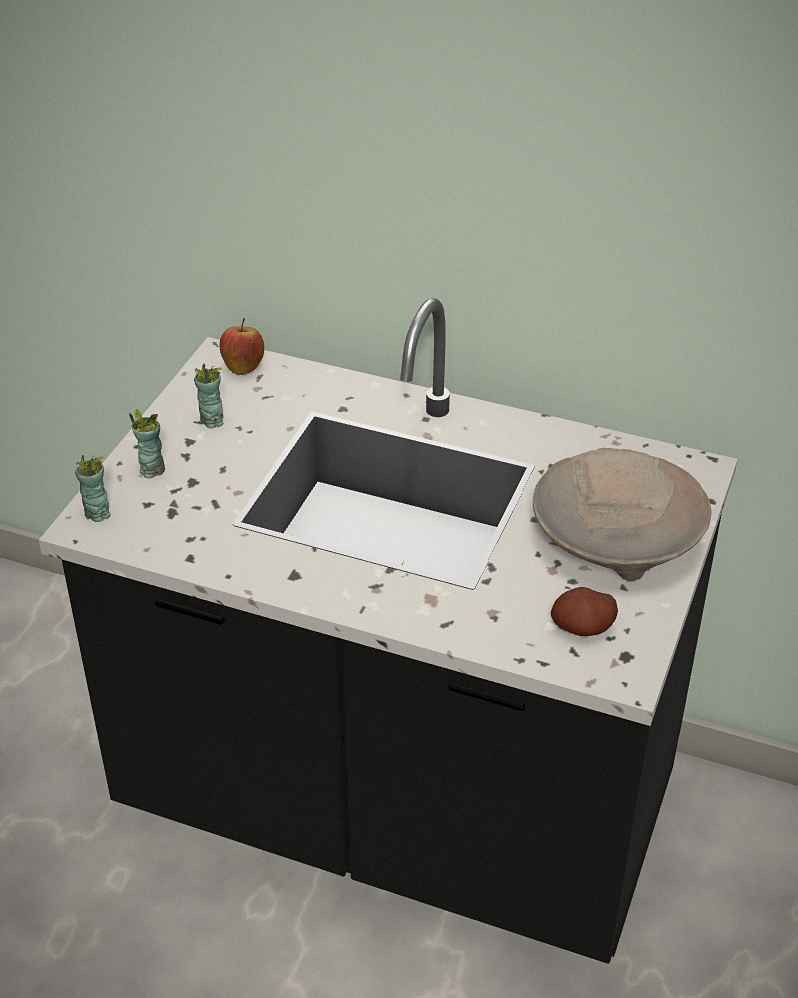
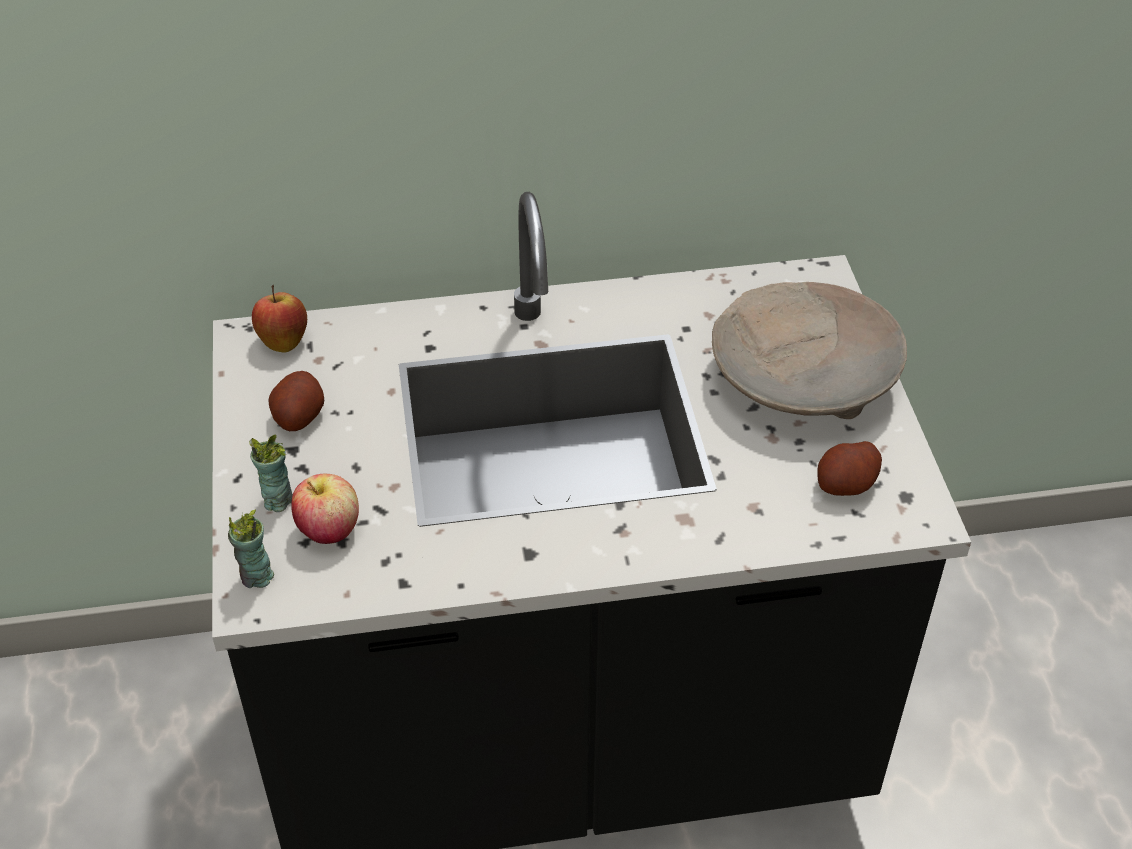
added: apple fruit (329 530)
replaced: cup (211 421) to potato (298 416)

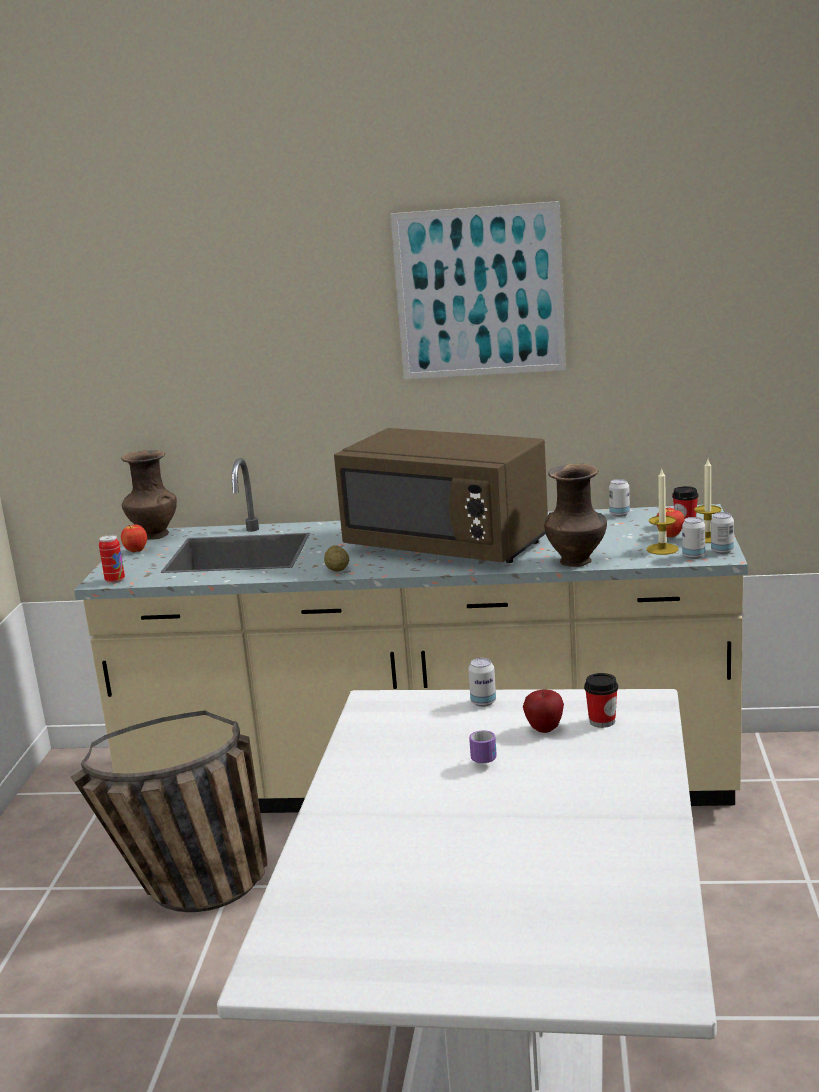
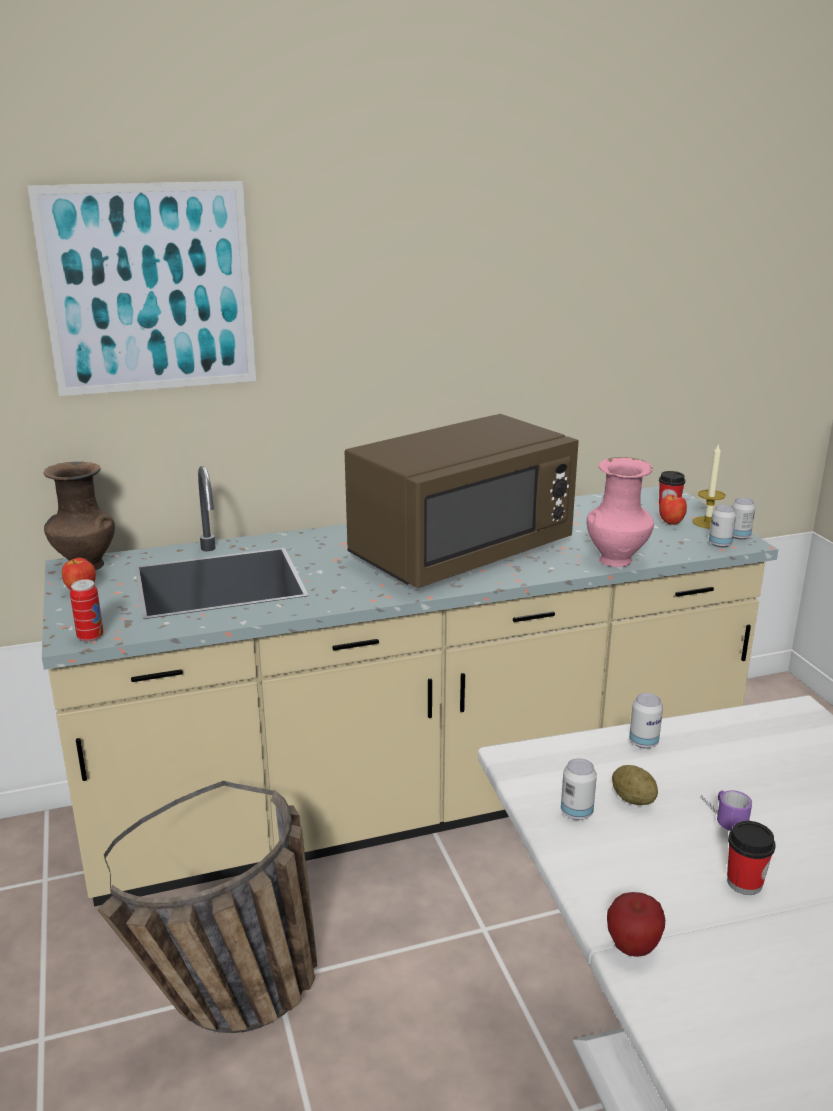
removed: wax candle (662 549)
moved: wall art (479 292) to (149 289); metal can (619 514) to (576 812); apple fruit (544 729) to (632 947); potato (337 570) to (633 799); cup (602 721) to (744 883)
recoloured: vase/brown (577 561) to vase/pink (617 560)
turned: microwave oven/brown (447 546) = (461 552) 45 degrees counterclockwise

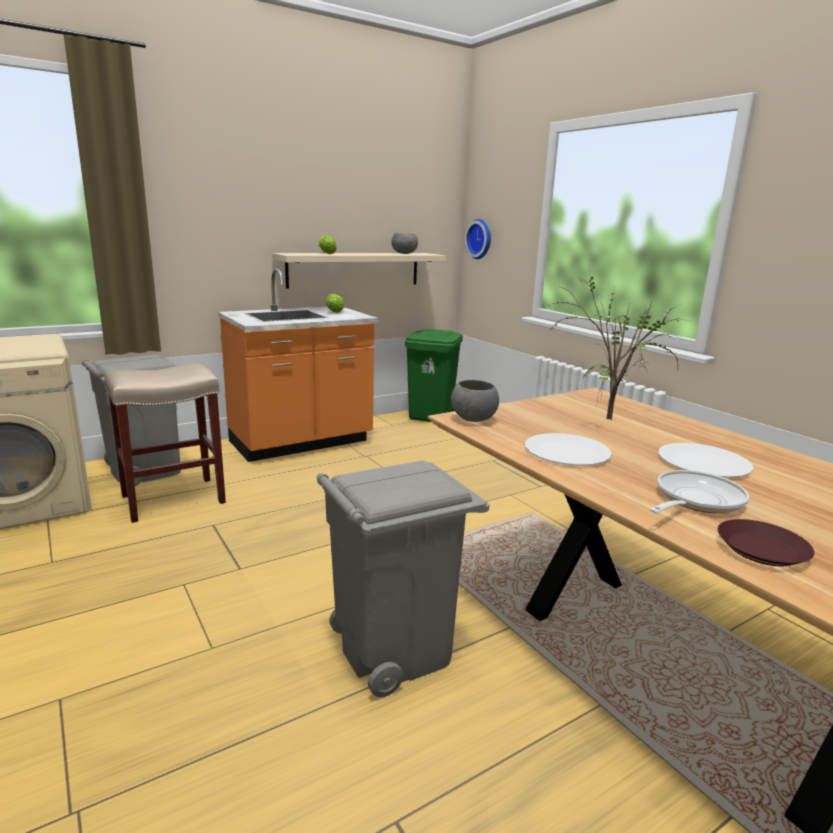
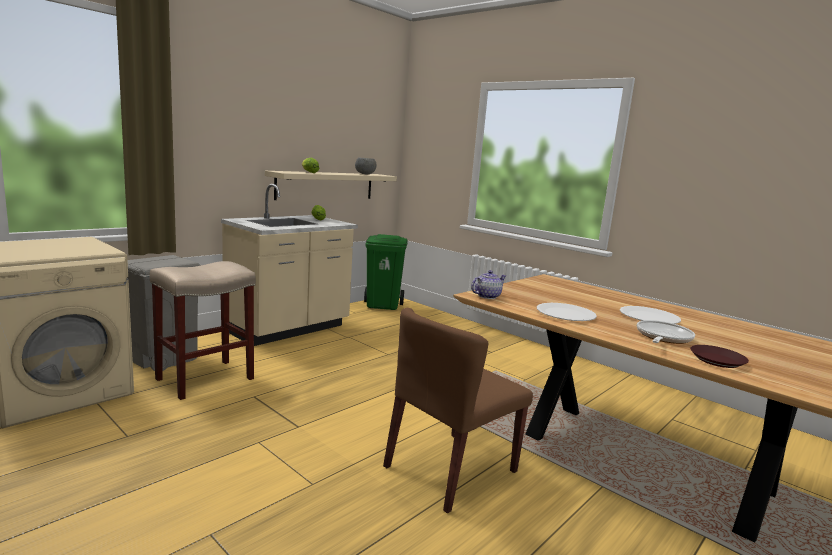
removed: clock on the wall (480 239); houseplant (603 418)
replaced: waste bin/grey (394 649) to plain chair/brown (450 469); serving bowl/grey (473 420) to pot for tea (486 296)
recoloured: kitchen base unit/orangey (301 443) to kitchen base unit/beige (289 329)

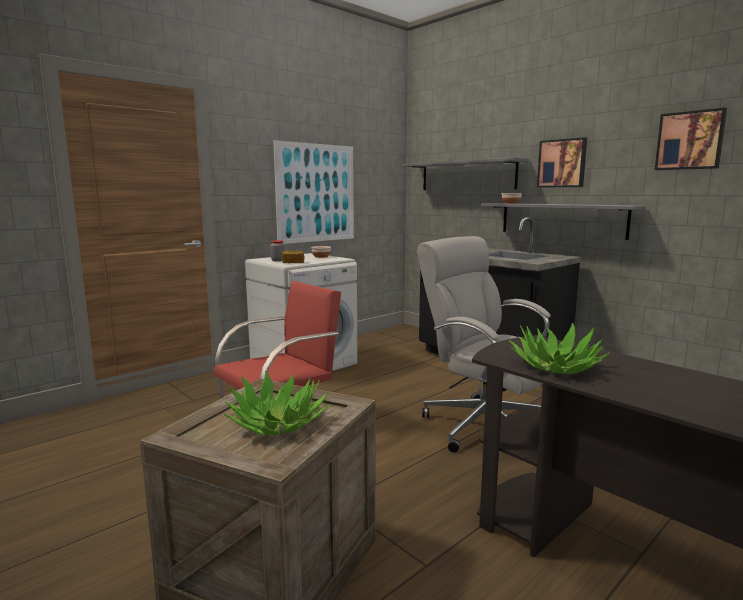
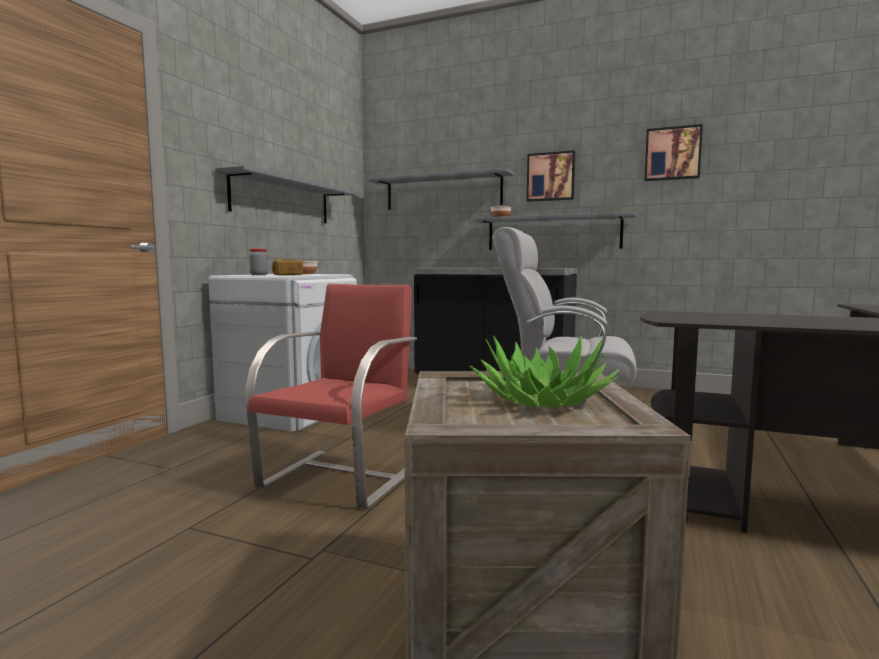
removed: houseplant (556 366)
replaced: wall art (316 193) to bracket shelf/grey (282 200)

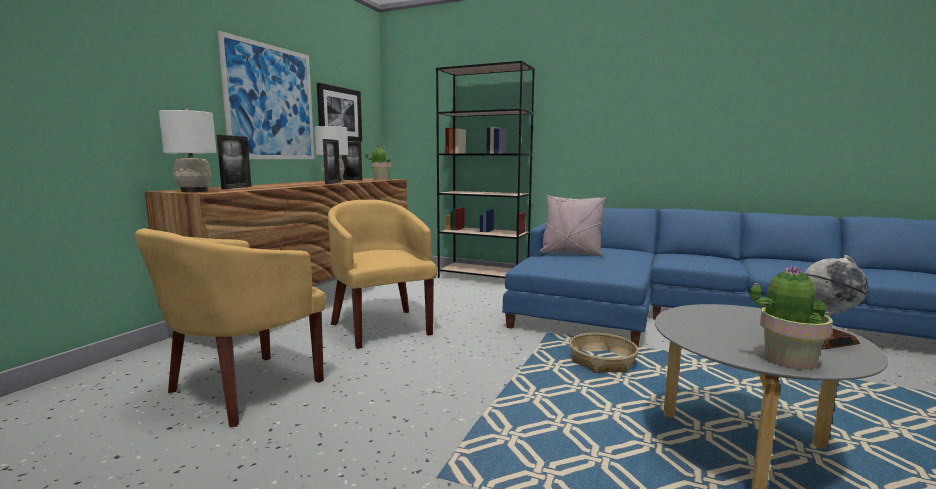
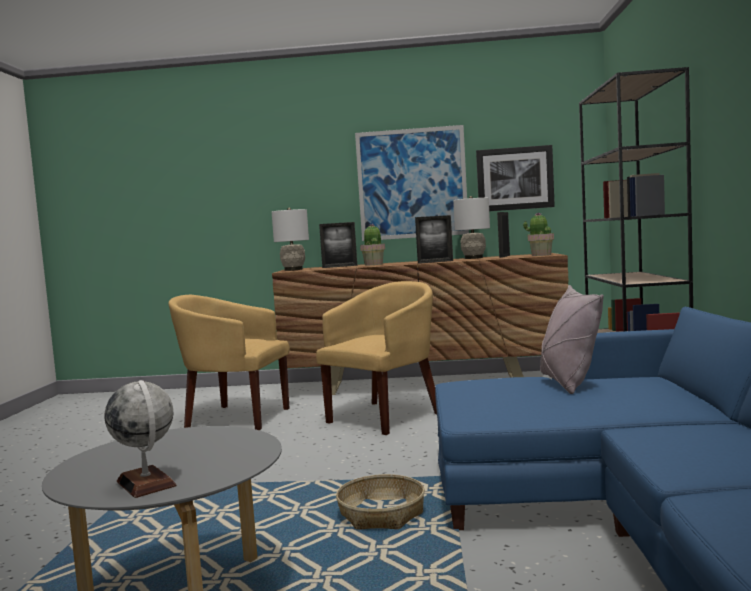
moved: houseplant (788 360) to (373 264)

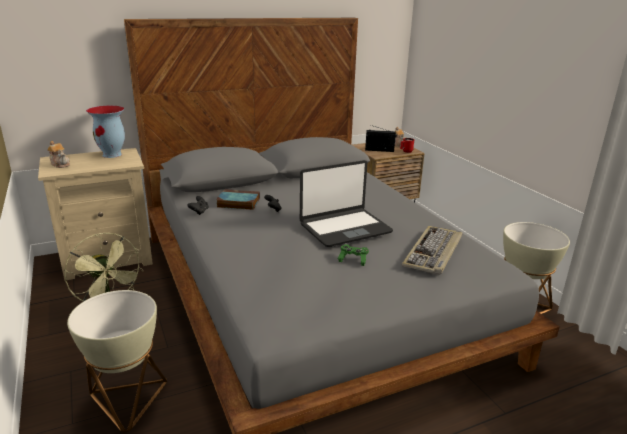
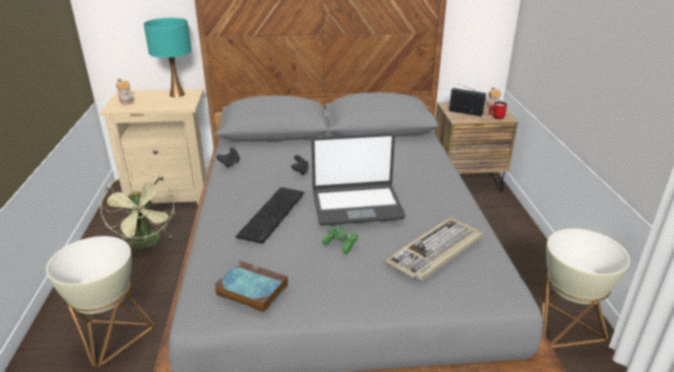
added: computer keyboard (274 213)
moved: bound book (237 203) to (250 290)
replaced: vase (112 155) to table lamp/turquoise (177 94)

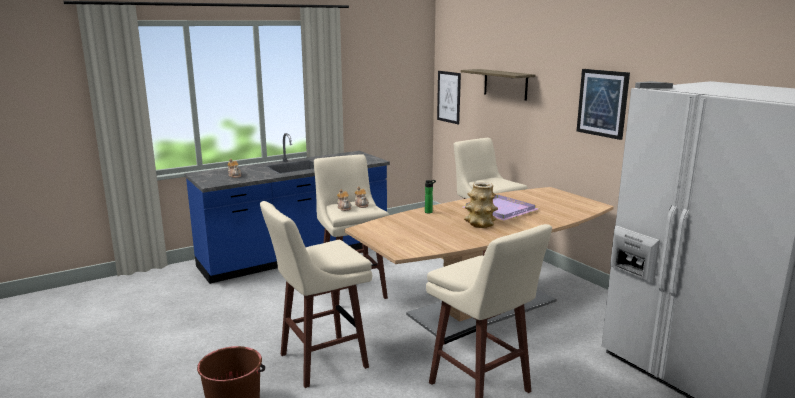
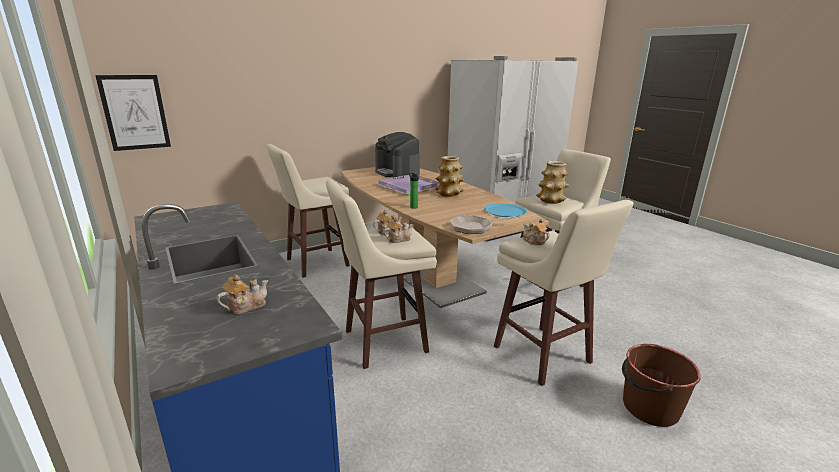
removed: bracket shelf (505 84); wall art (602 103)
added: coffee machine (397 172); skillet (474 228); dinner plate/bluish (505 211); pot for tea (533 241); vase (551 200)

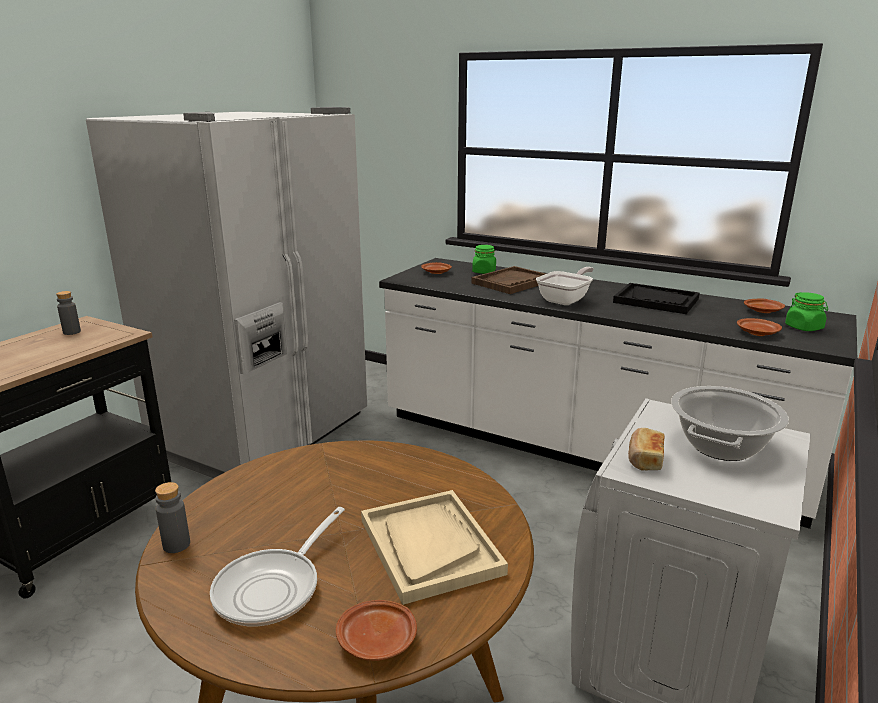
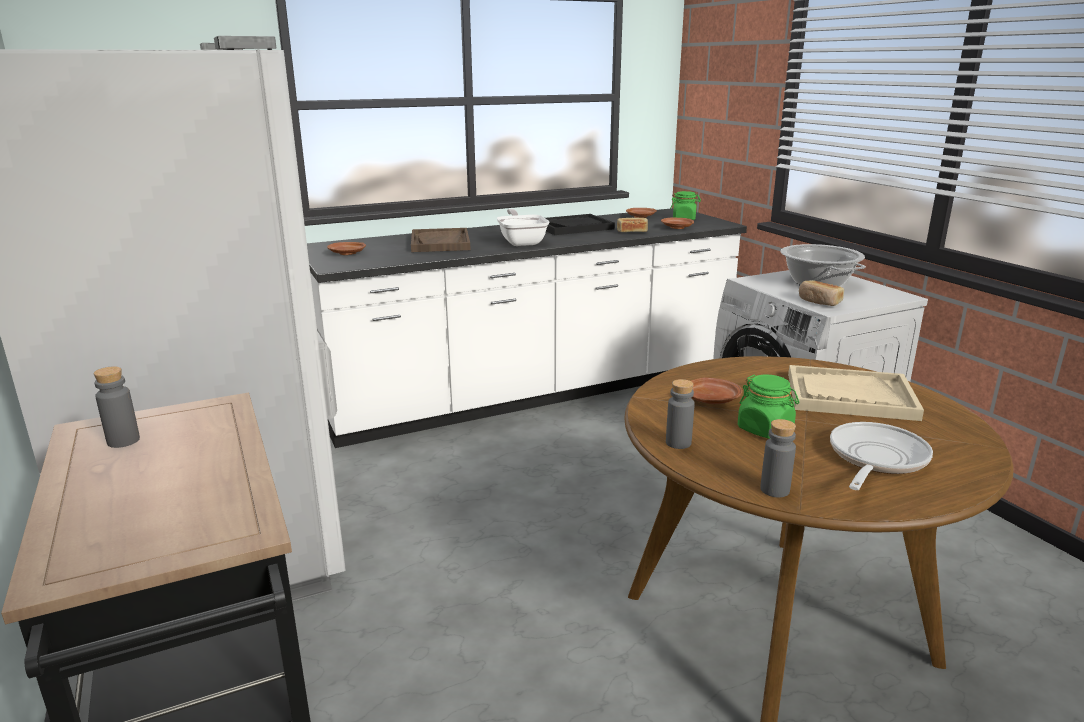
added: bread (632 232); drink bottle/grey (678 443)
moved: dinner plate/brown (378 641) to (711 400); jar/green-coloured (484 272) to (765 429)
turned: skillet (274 588) = (875 459) 120 degrees counterclockwise

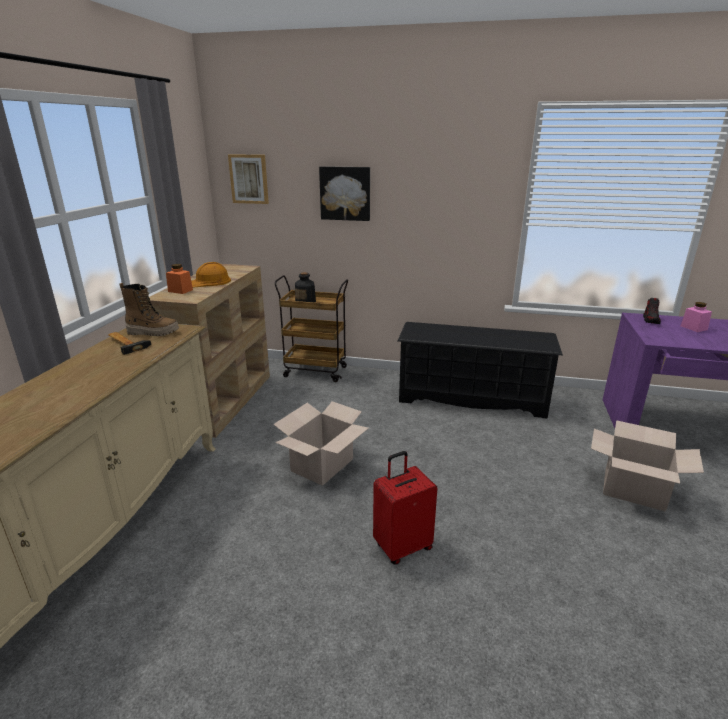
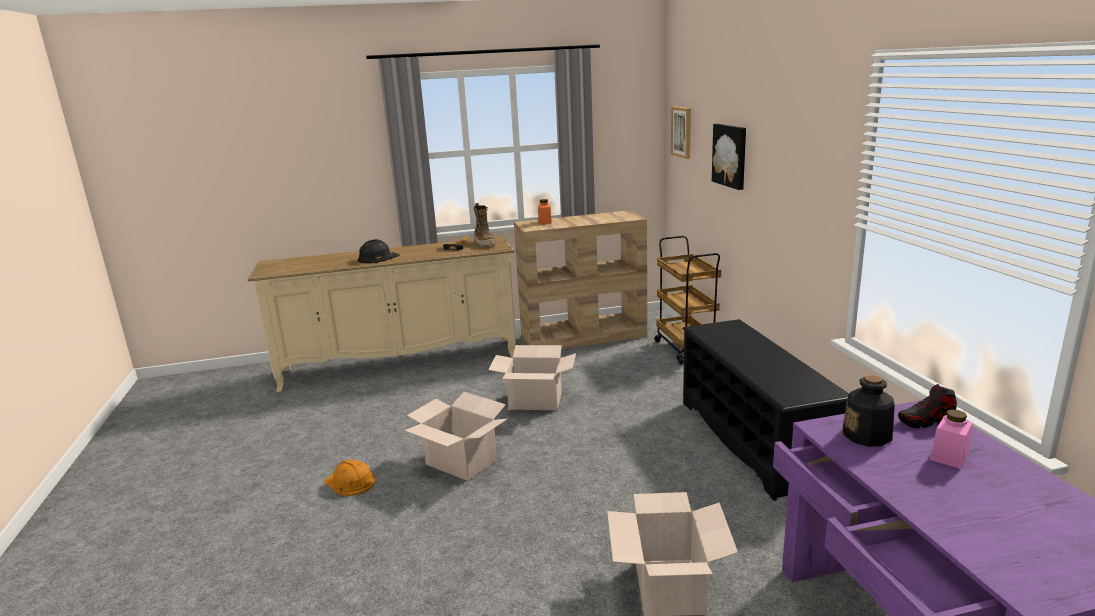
added: safety helmet/blackish (377 258)
moved: safety helmet/orangey (210 282) to (350 482); drink bottle (305 301) to (867 435)
replaced: piece of luggage/reddish (402 546) to carton (462 461)

